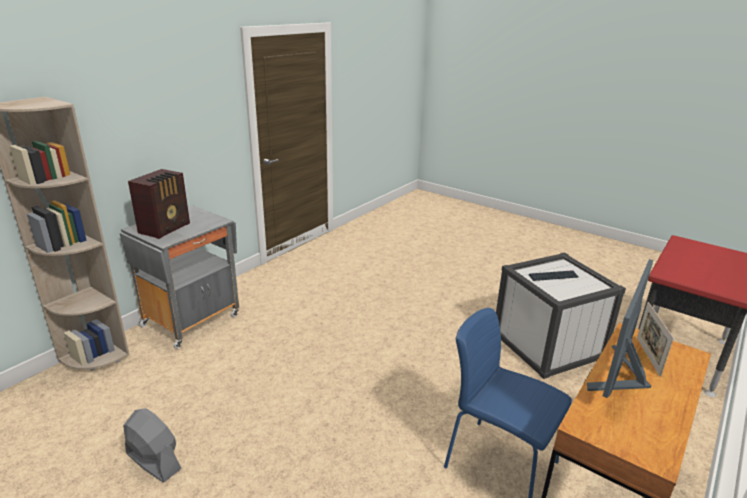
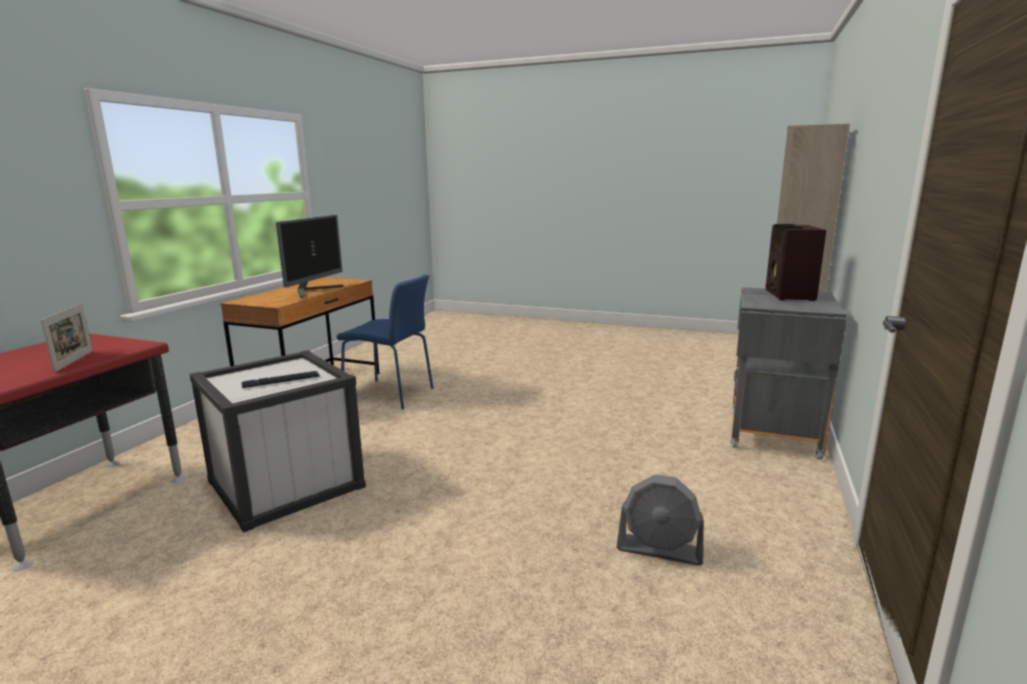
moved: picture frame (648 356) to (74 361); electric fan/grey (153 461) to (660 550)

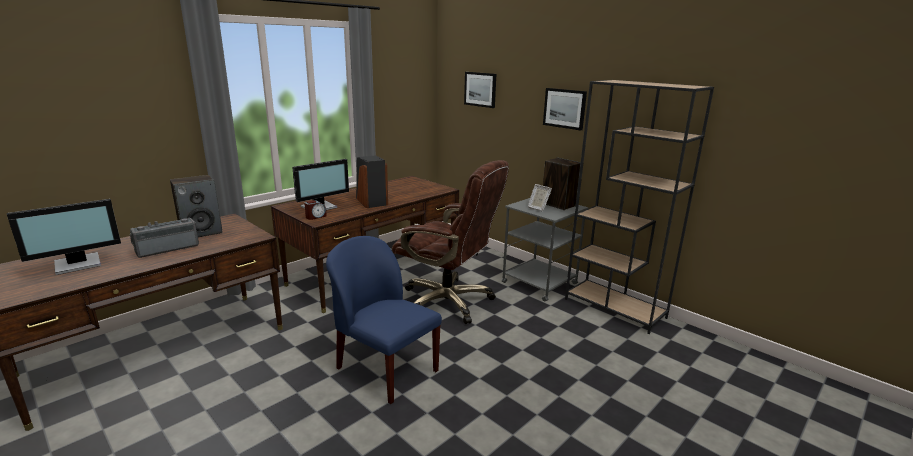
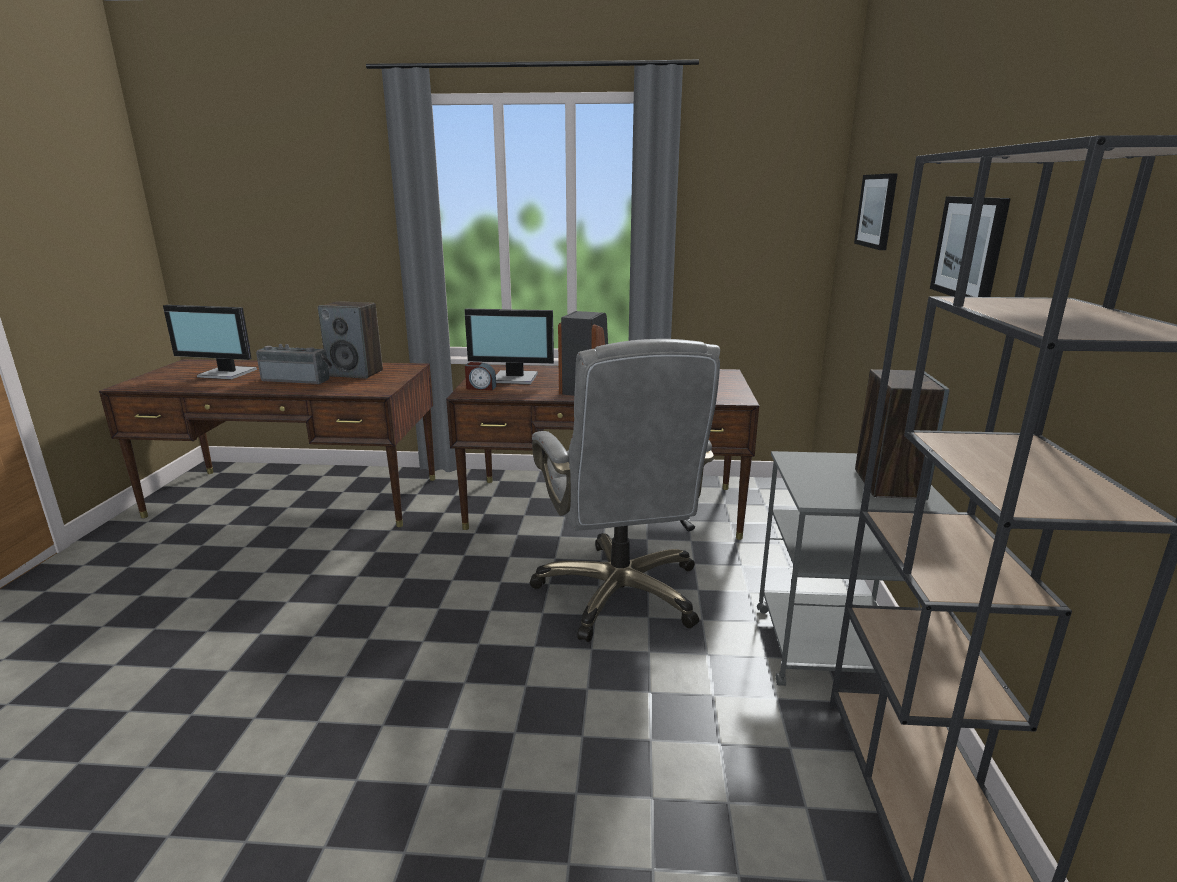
removed: plain chair/bluish (385 369); picture frame (538 208)
recoloured: computer chair/brown (447 301) to computer chair/grey (619 591)

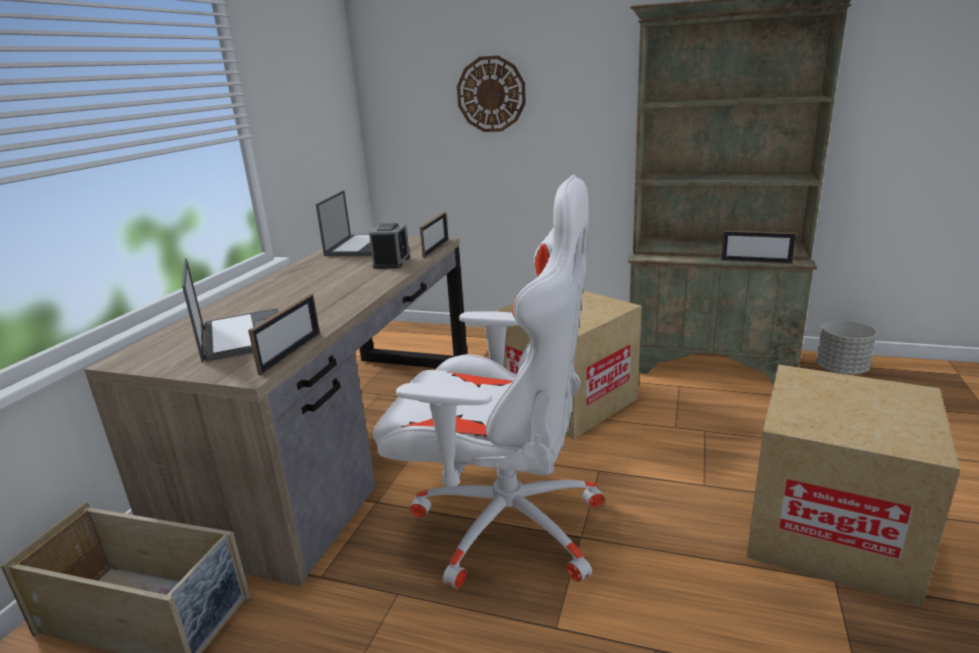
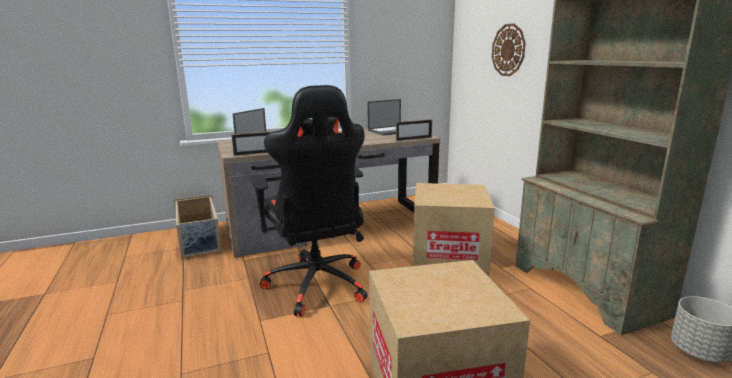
removed: table clock (391 262); picture frame (755 262)
recoloured: computer chair/whitish (494 524) to computer chair/blackish (314 280)

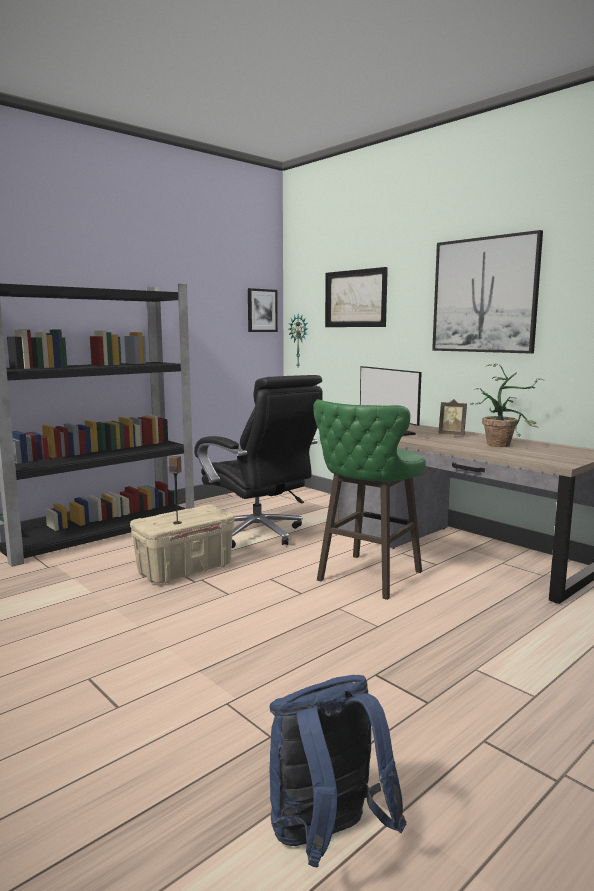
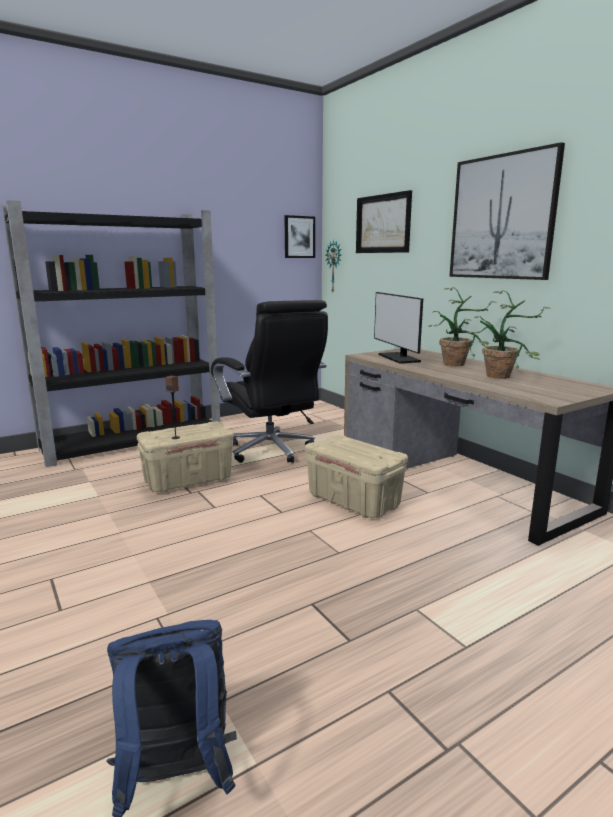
replaced: stool/green-coloured (367 577) to storage box/beige (352 501); picture frame (452 435) to houseplant (458 364)

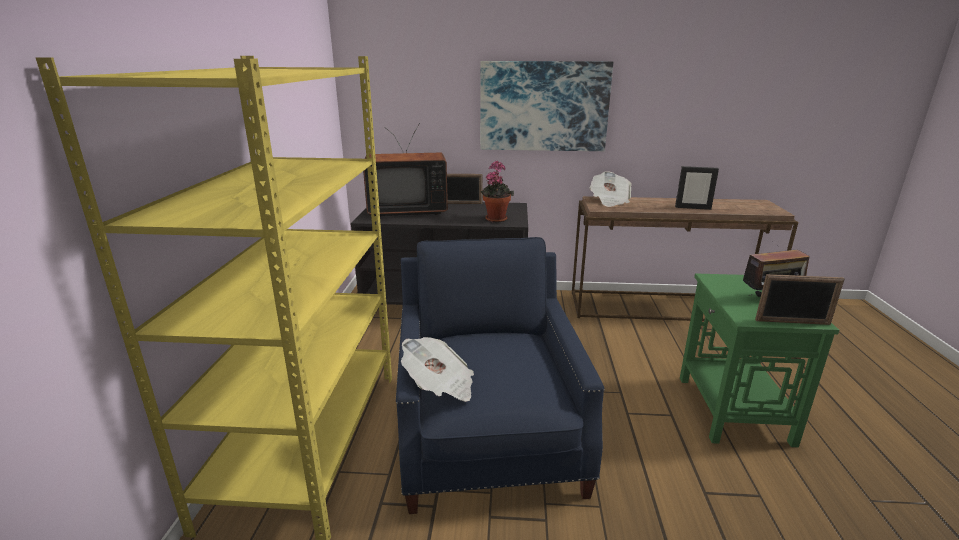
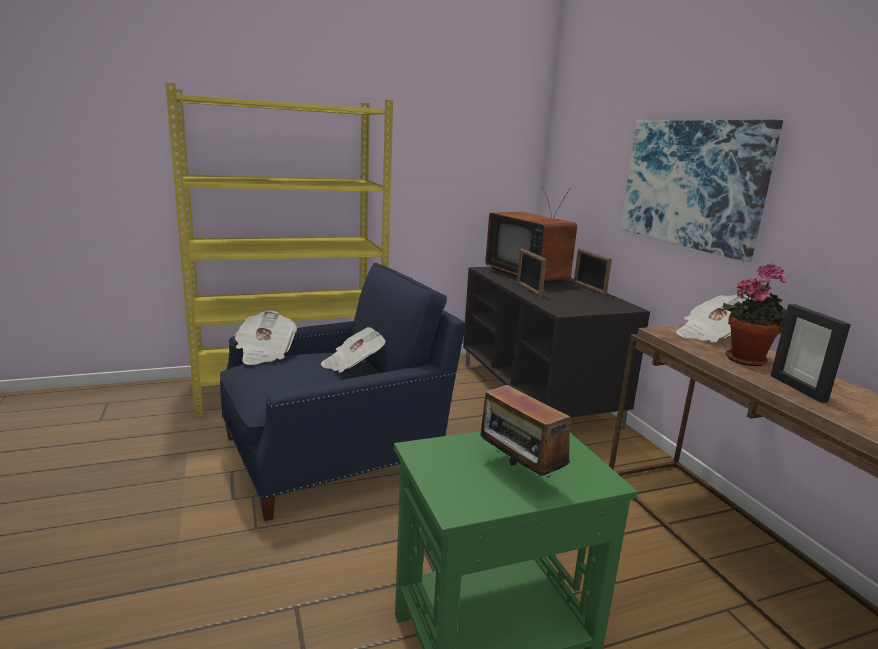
added: printed paper (354 365)
moved: picture frame (792 322) to (528 290); houseplant (496 218) to (748 359)

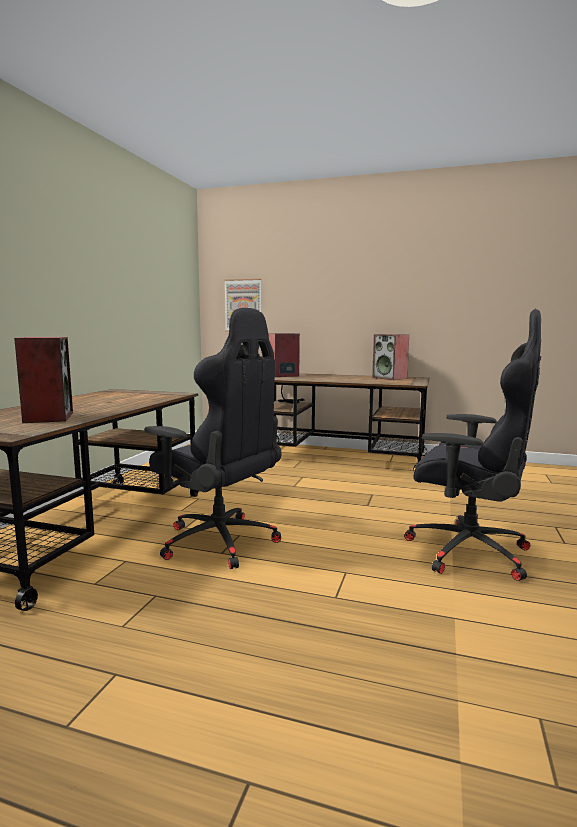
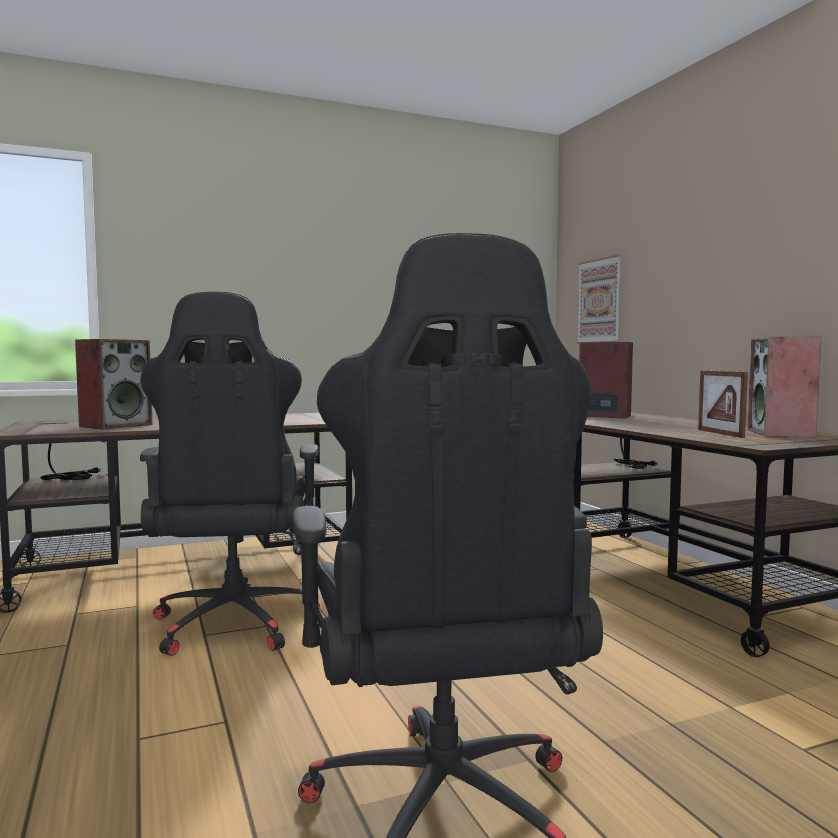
added: picture frame (720 433)

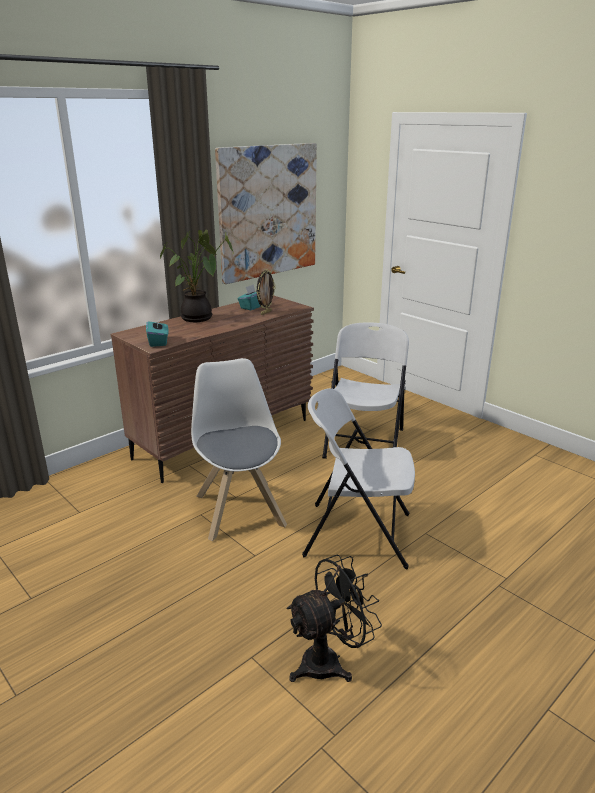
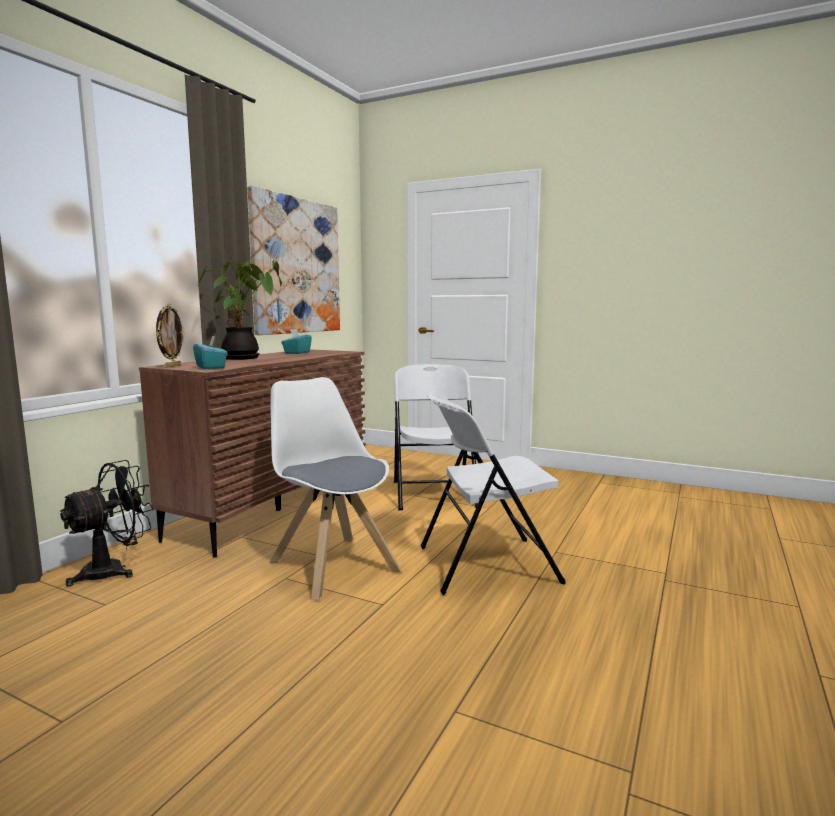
moved: electric fan/blackish (329 661) to (113 570); picture frame (265 313) to (172 366)

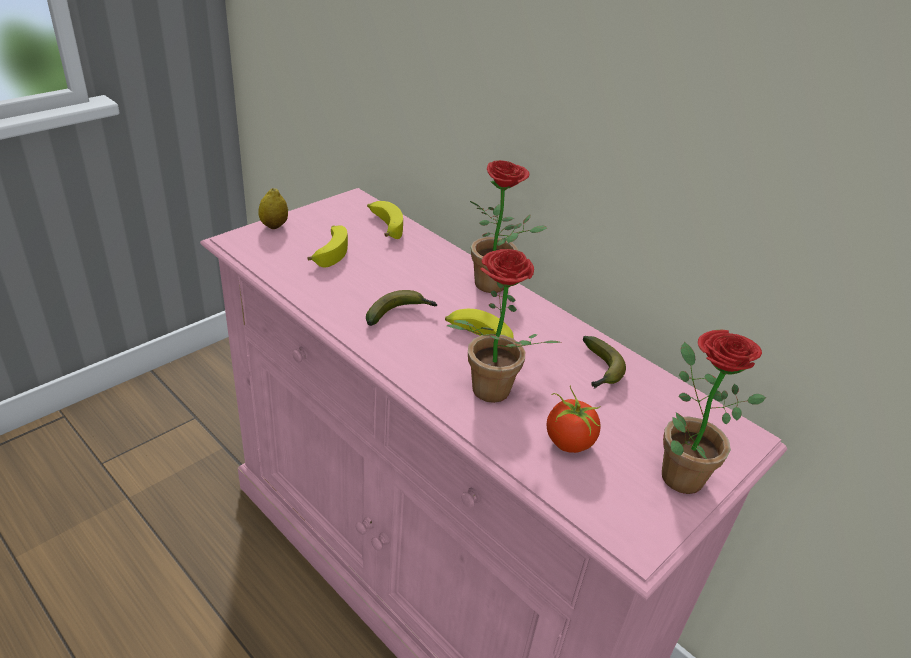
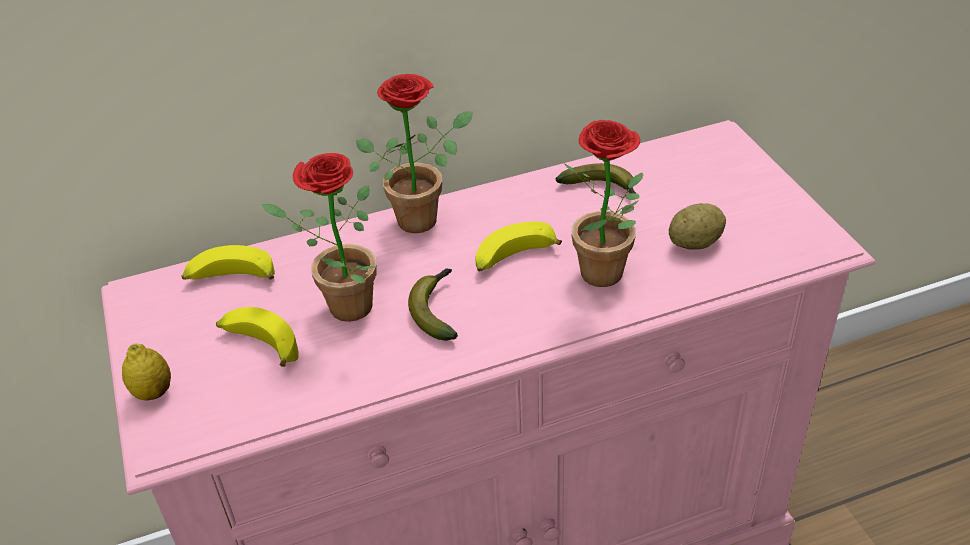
moved: houseplant (675 471) to (341 307)
replaced: whole tomato (568 442) to potato (695 243)

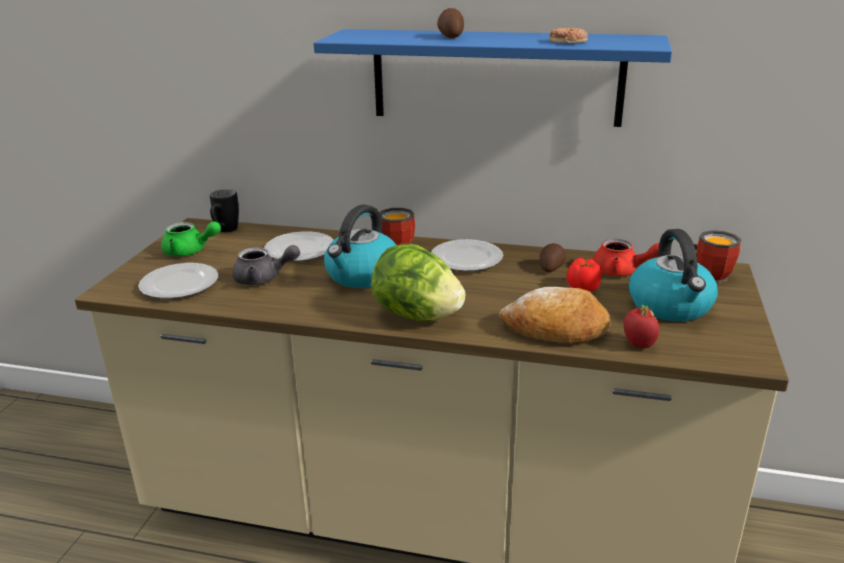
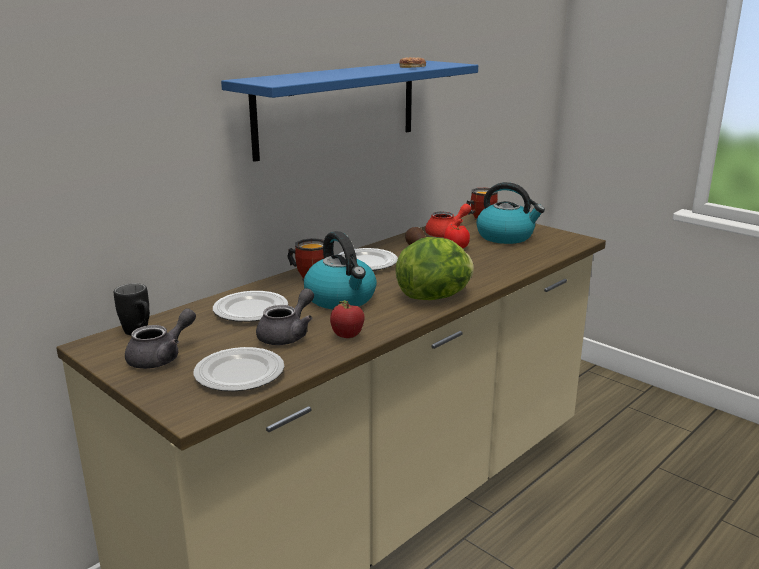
removed: potato (450 36); bread (556 329)
moved: apple fruit (638 345) to (347 336)
recoloured: pot for tea/green-coloured (190 251) to pot for tea/grey (161 357)

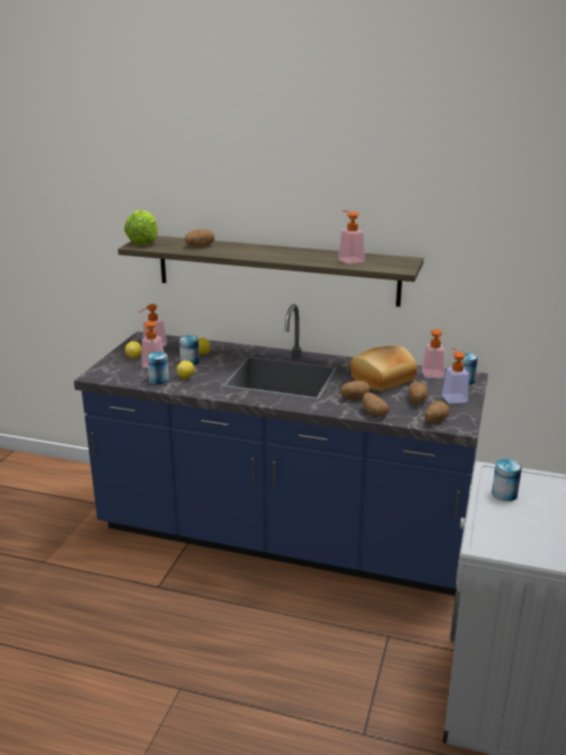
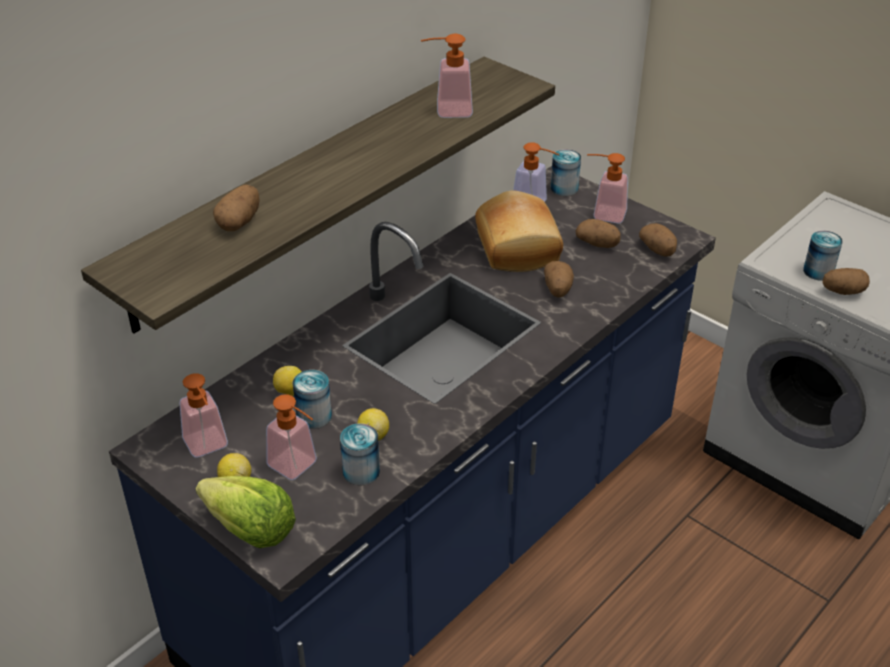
moved: head of lettuce (144 242) to (250 530); potato (373 413) to (843 291)

